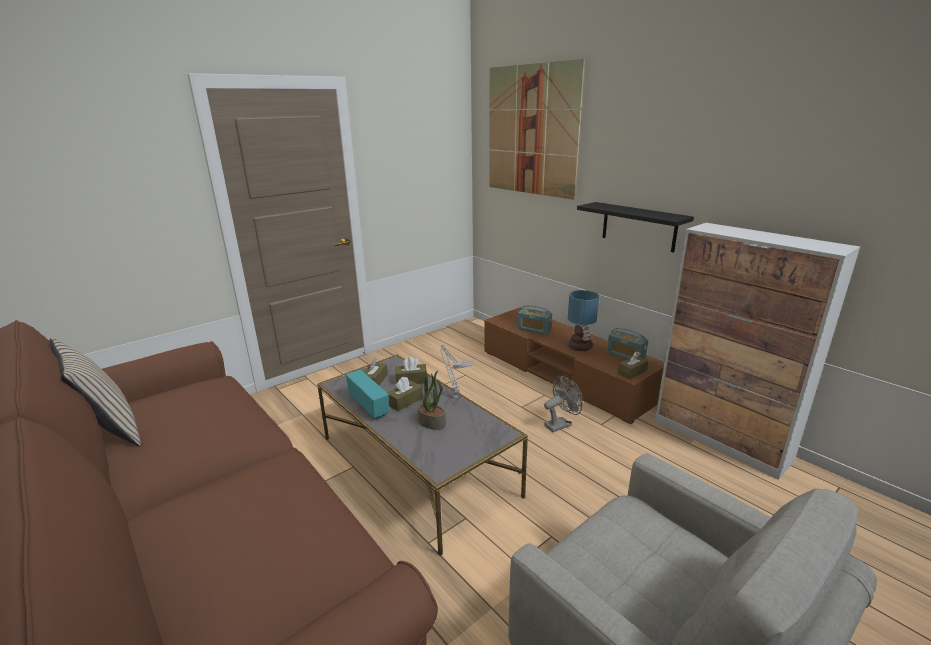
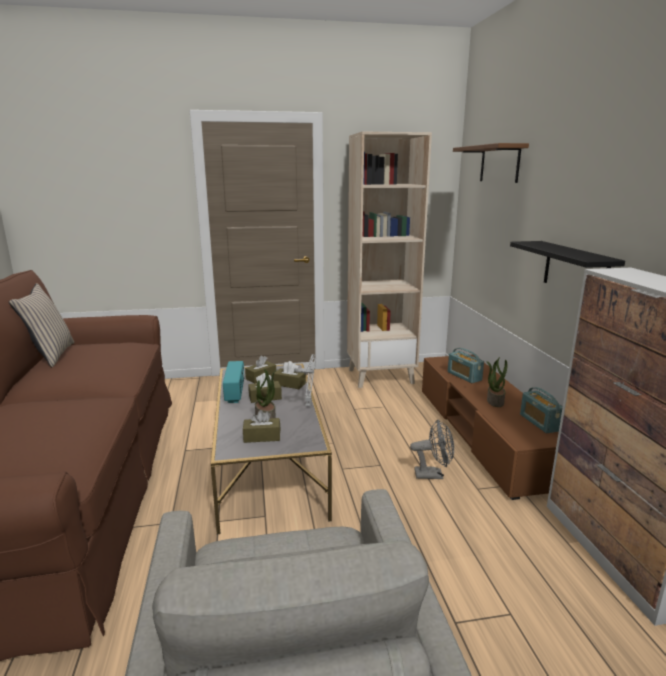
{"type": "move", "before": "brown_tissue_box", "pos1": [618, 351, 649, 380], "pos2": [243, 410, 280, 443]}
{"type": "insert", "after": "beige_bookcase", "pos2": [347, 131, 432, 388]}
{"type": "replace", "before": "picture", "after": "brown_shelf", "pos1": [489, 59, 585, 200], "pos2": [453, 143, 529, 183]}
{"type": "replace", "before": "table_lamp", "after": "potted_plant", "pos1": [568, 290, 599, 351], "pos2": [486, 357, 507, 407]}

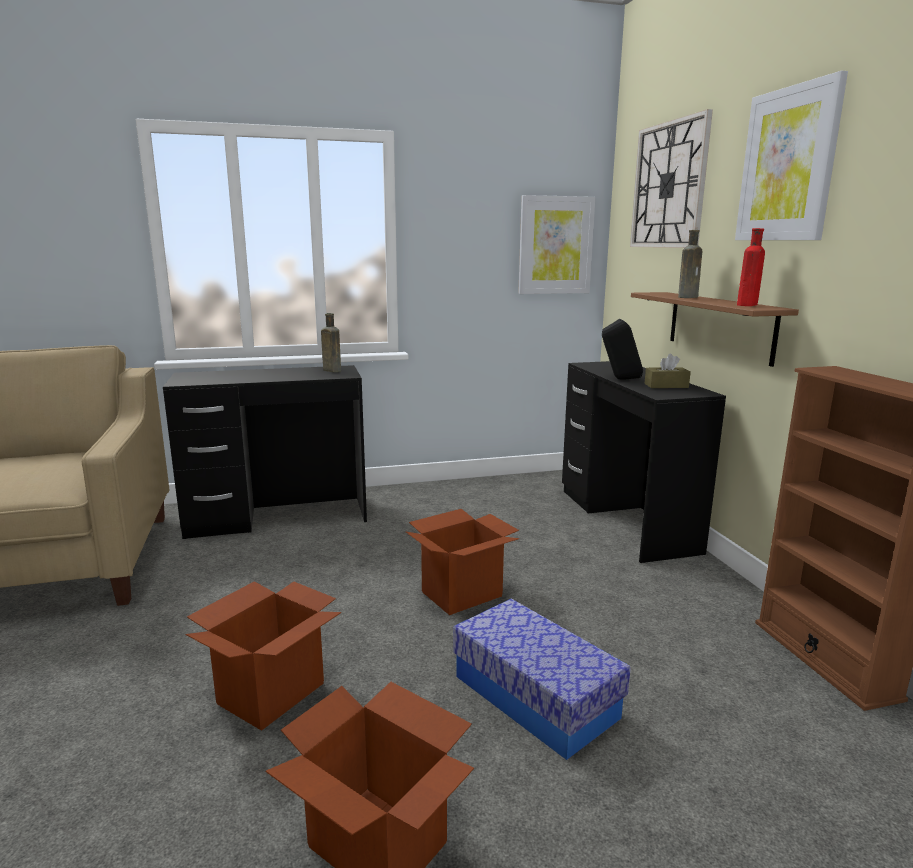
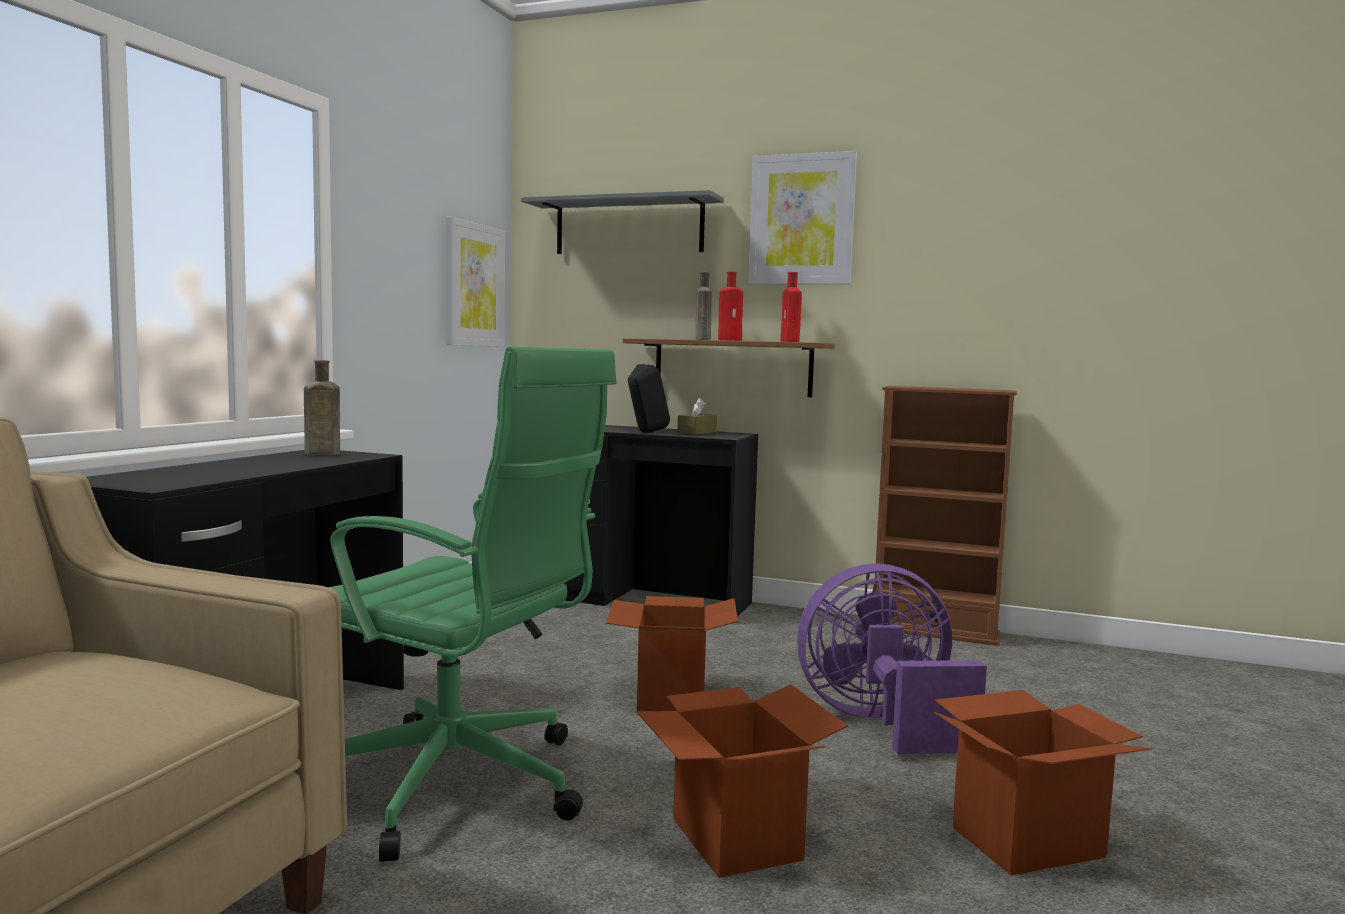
{"type": "insert", "after": "green_office_chair", "pos2": [329, 347, 617, 862]}
{"type": "replace", "before": "wall_clock", "after": "grey_shelf", "pos1": [630, 109, 713, 248], "pos2": [521, 190, 724, 254]}
{"type": "insert", "after": "red_bottle", "pos2": [718, 271, 743, 341]}
{"type": "replace", "before": "storage_box", "after": "purple_fan", "pos1": [453, 599, 631, 760], "pos2": [797, 563, 987, 754]}

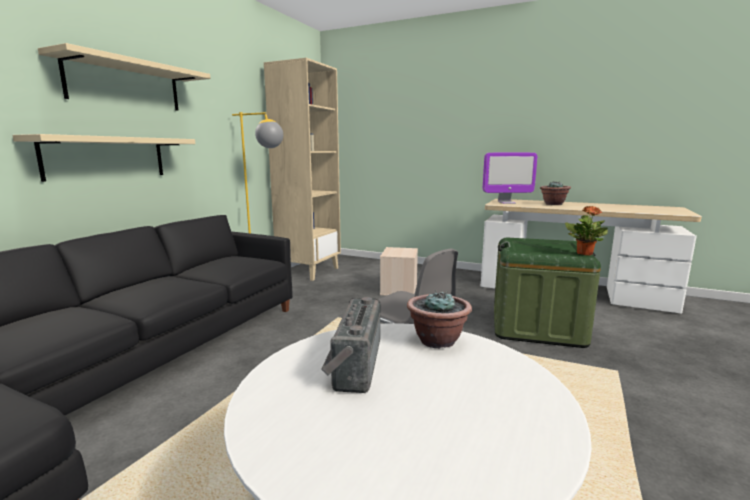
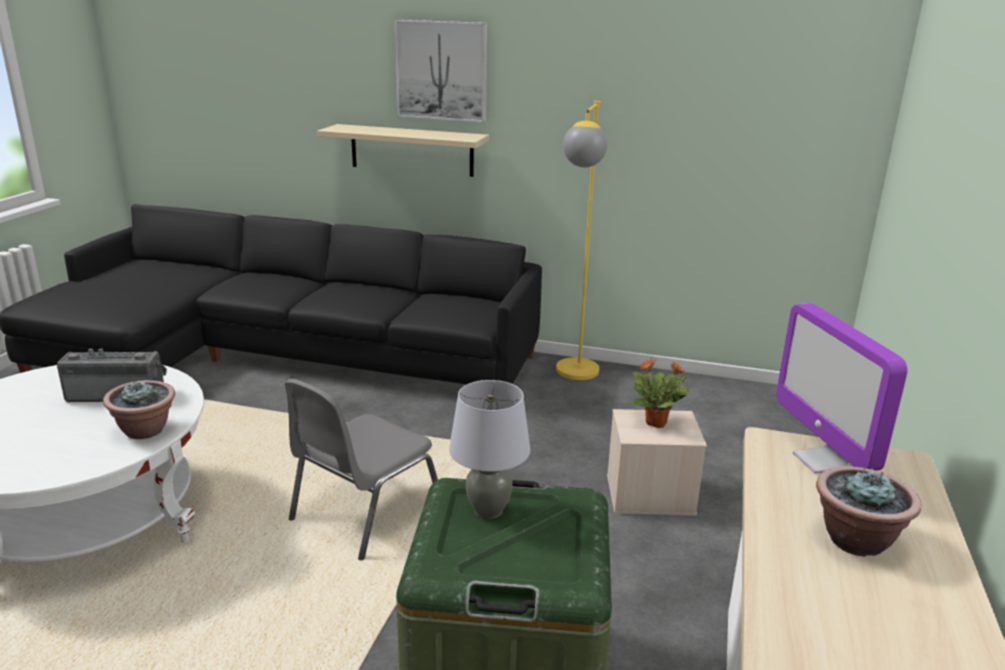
{"type": "replace", "before": "beige_shelf", "after": "picture", "pos1": [38, 43, 211, 111], "pos2": [394, 20, 487, 123]}
{"type": "insert", "after": "grey_table_lamp", "pos2": [449, 380, 530, 519]}
{"type": "move", "before": "potted_plant", "pos1": [565, 206, 608, 256], "pos2": [632, 358, 690, 428]}
{"type": "delete", "before": "beige_bookcase", "pos1": [264, 58, 341, 281]}

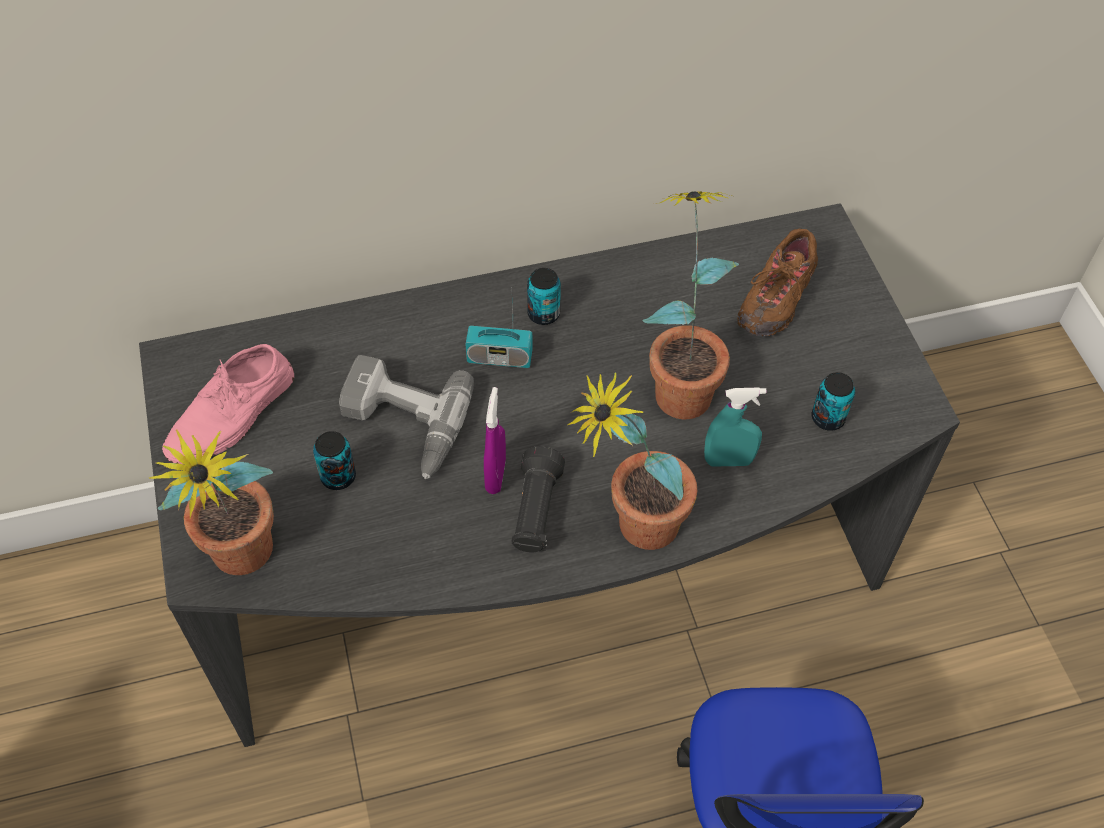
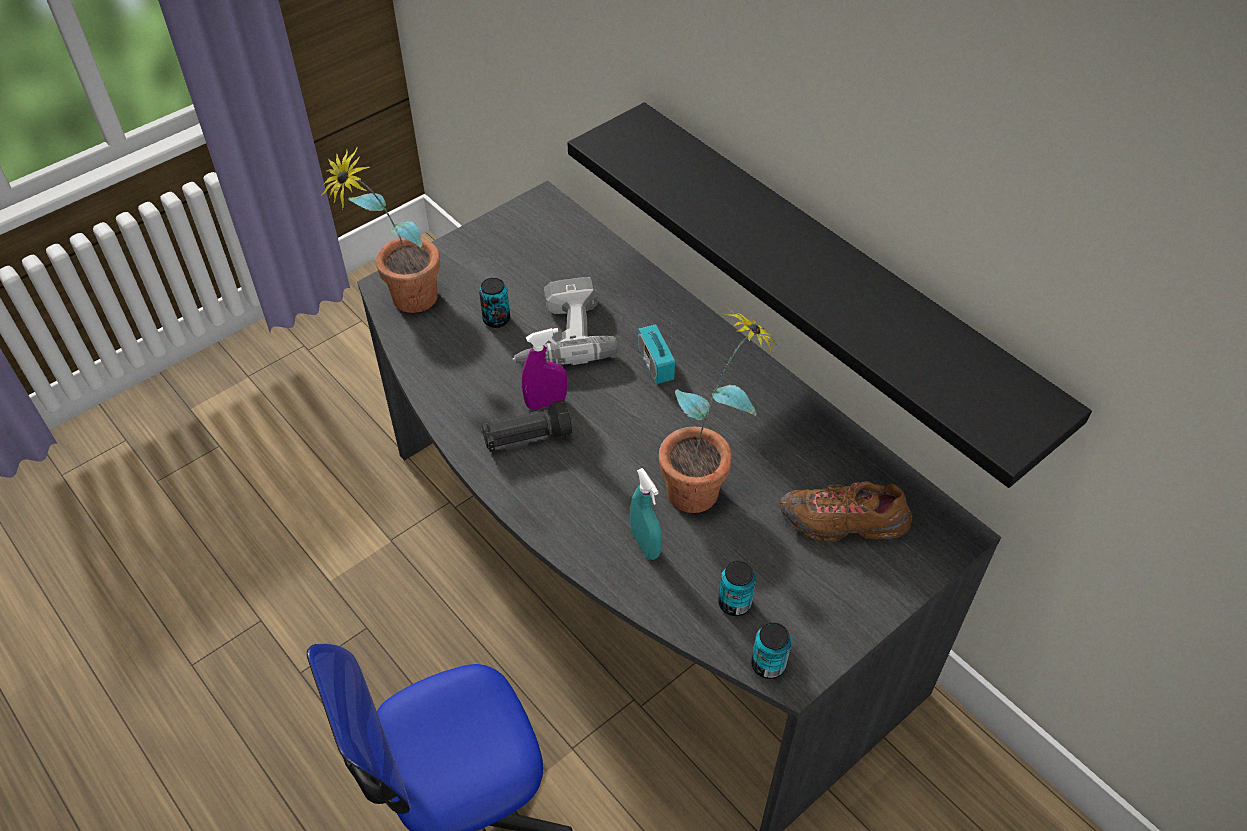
{"type": "insert", "after": "black_shelf", "pos2": [567, 102, 1092, 488]}
{"type": "move", "before": "can", "pos1": [527, 268, 561, 325], "pos2": [751, 623, 792, 679]}
{"type": "delete", "before": "pink_shoe", "pos1": [162, 344, 294, 464]}
{"type": "delete", "before": "potted_plant", "pos1": [567, 373, 697, 550]}

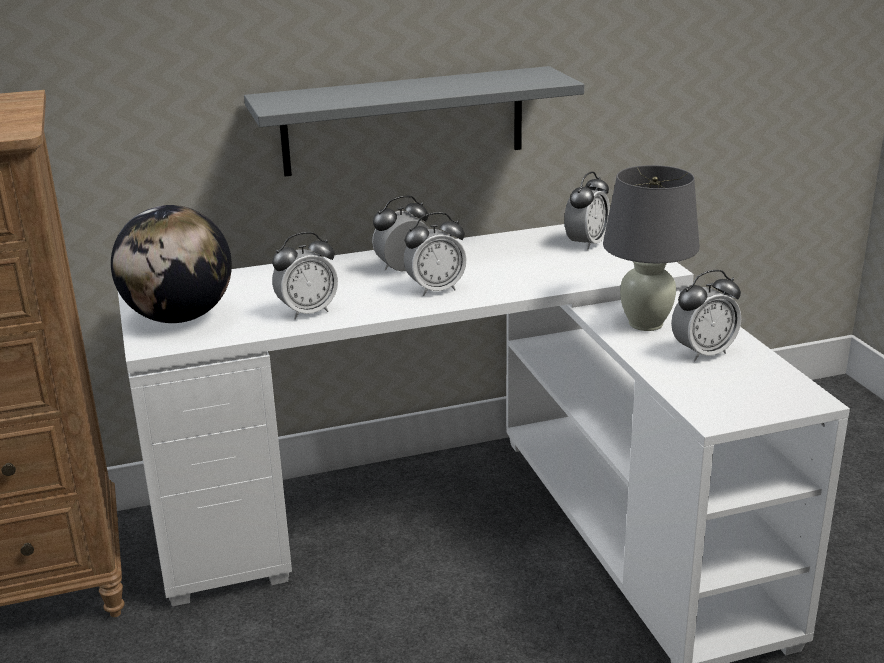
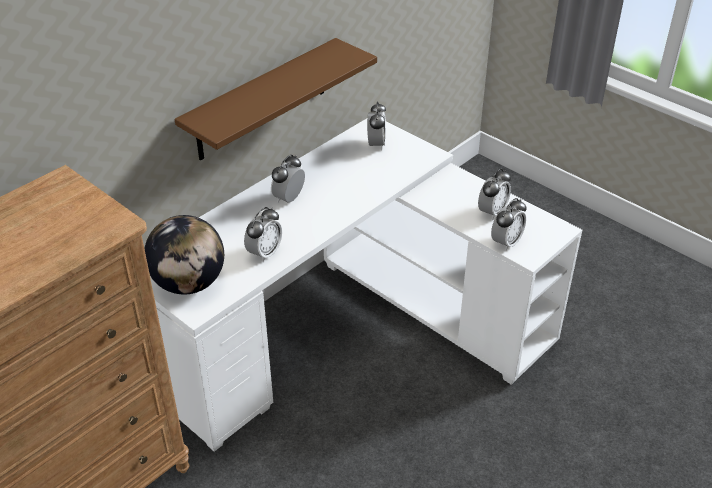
{"type": "recolor", "before": "grey_shelf", "after": "brown_shelf", "pos1": [244, 66, 584, 177], "pos2": [175, 38, 377, 160]}
{"type": "move", "before": "alarm_clock", "pos1": [404, 212, 466, 296], "pos2": [491, 198, 526, 251]}
{"type": "delete", "before": "grey_table_lamp", "pos1": [603, 165, 700, 331]}

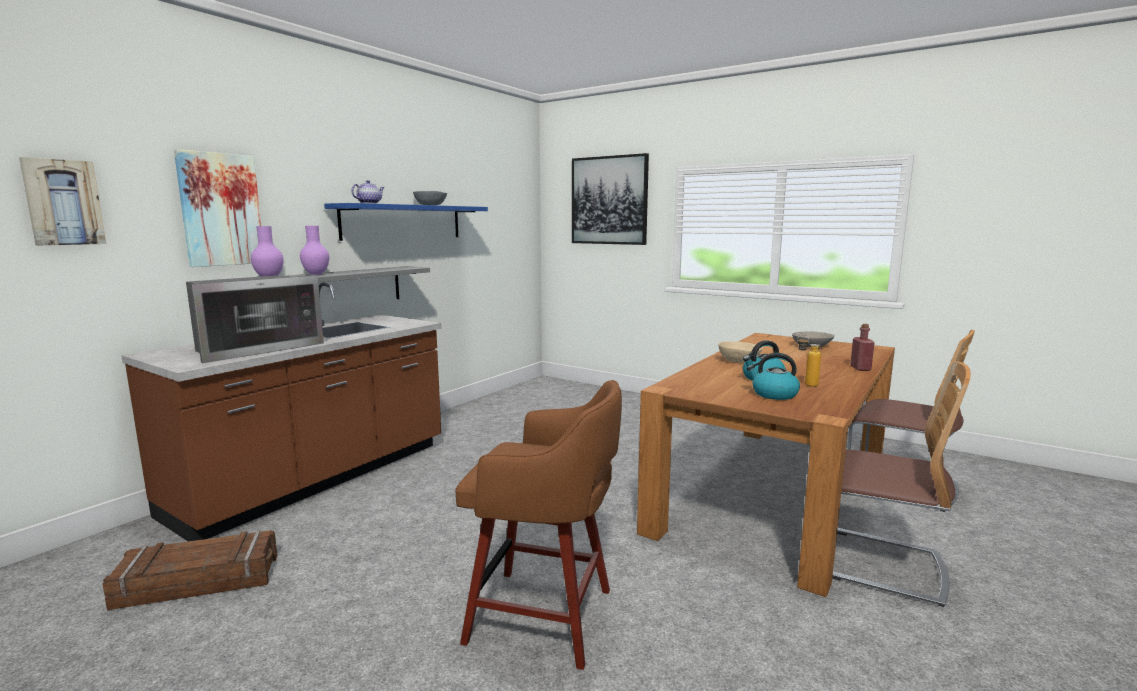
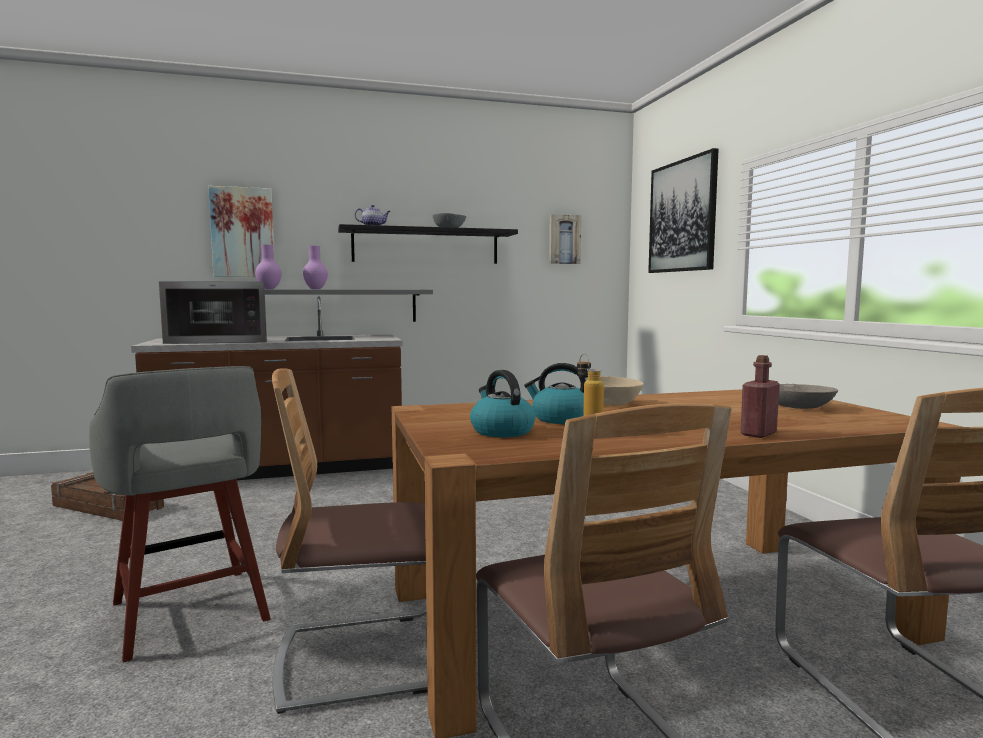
{"type": "recolor", "before": "brown_stool", "after": "grey_stool", "pos1": [455, 380, 622, 670], "pos2": [89, 366, 271, 662]}
{"type": "insert", "after": "chair", "pos2": [272, 368, 427, 714]}
{"type": "recolor", "before": "blue_shelf", "after": "black_shelf", "pos1": [324, 203, 488, 241], "pos2": [338, 224, 518, 264]}
{"type": "move", "before": "picture", "pos1": [19, 157, 106, 246], "pos2": [549, 214, 581, 264]}

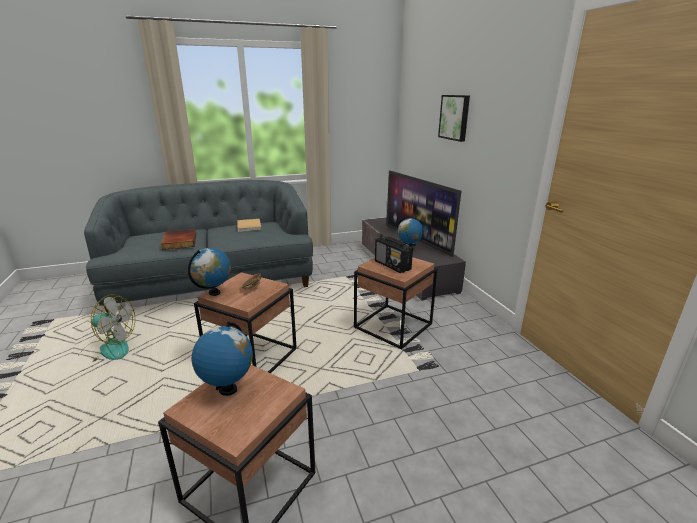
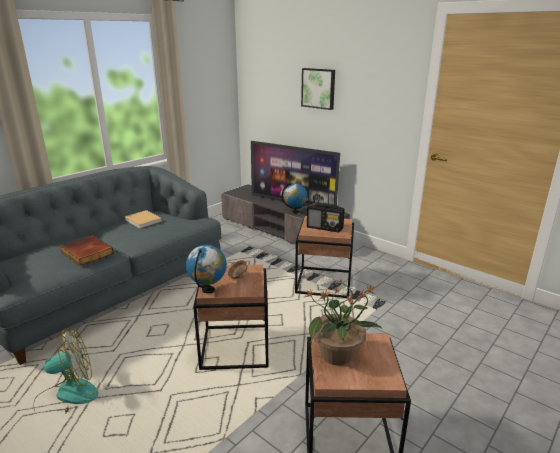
{"type": "replace", "before": "globe", "after": "potted_plant", "pos1": [191, 322, 253, 396], "pos2": [305, 278, 382, 365]}

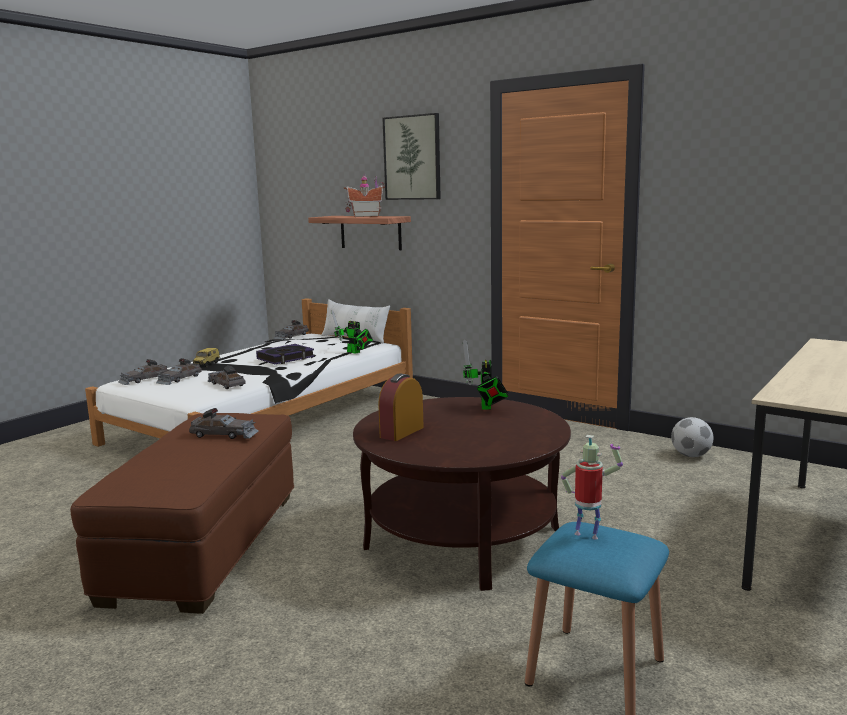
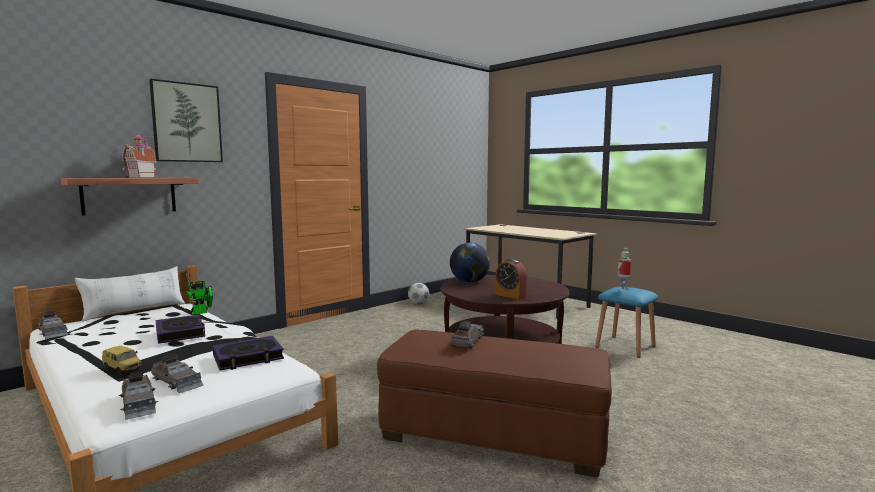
{"type": "replace", "before": "grey_toy_car", "after": "book", "pos1": [208, 366, 246, 389], "pos2": [213, 336, 284, 370]}
{"type": "replace", "before": "toy_robot", "after": "globe", "pos1": [462, 339, 508, 410], "pos2": [450, 243, 490, 283]}

